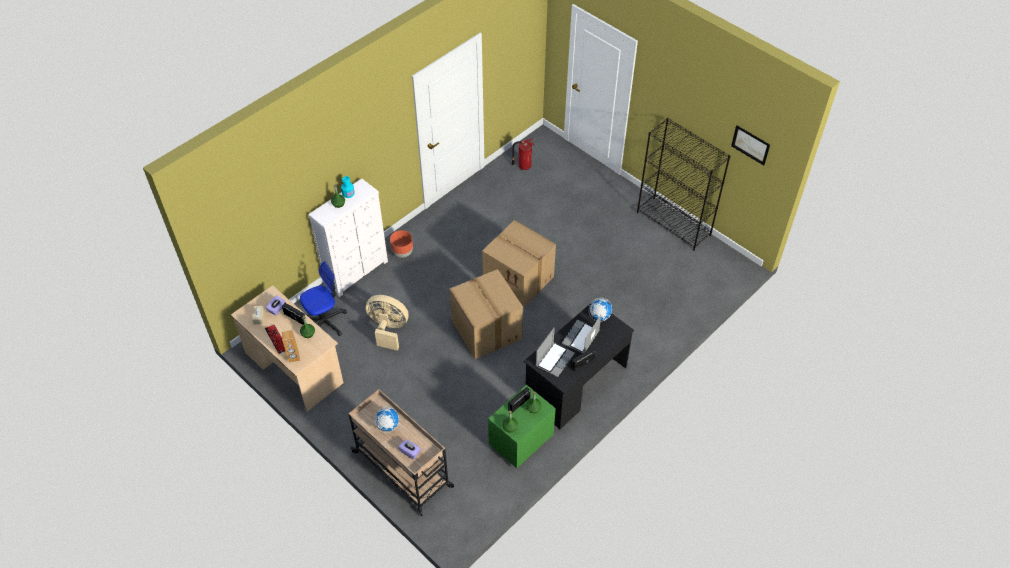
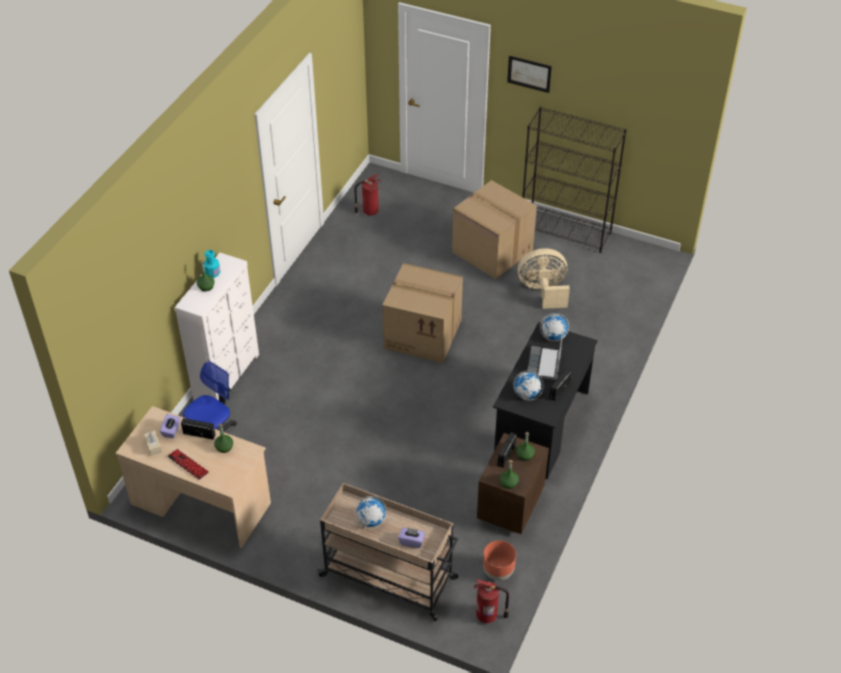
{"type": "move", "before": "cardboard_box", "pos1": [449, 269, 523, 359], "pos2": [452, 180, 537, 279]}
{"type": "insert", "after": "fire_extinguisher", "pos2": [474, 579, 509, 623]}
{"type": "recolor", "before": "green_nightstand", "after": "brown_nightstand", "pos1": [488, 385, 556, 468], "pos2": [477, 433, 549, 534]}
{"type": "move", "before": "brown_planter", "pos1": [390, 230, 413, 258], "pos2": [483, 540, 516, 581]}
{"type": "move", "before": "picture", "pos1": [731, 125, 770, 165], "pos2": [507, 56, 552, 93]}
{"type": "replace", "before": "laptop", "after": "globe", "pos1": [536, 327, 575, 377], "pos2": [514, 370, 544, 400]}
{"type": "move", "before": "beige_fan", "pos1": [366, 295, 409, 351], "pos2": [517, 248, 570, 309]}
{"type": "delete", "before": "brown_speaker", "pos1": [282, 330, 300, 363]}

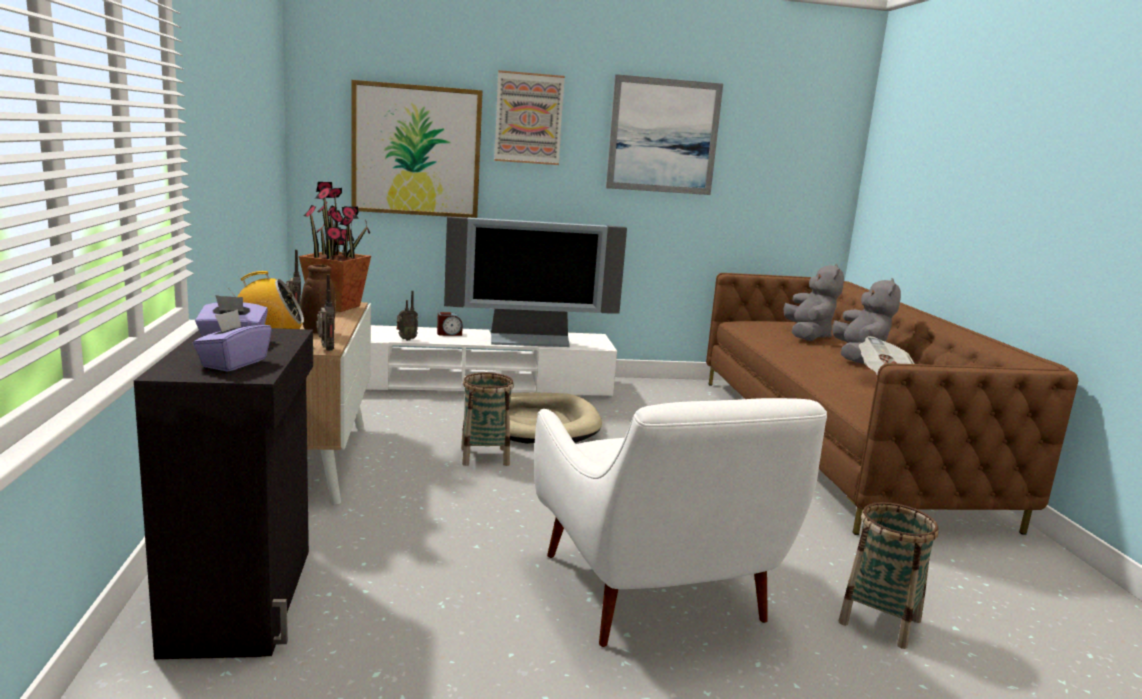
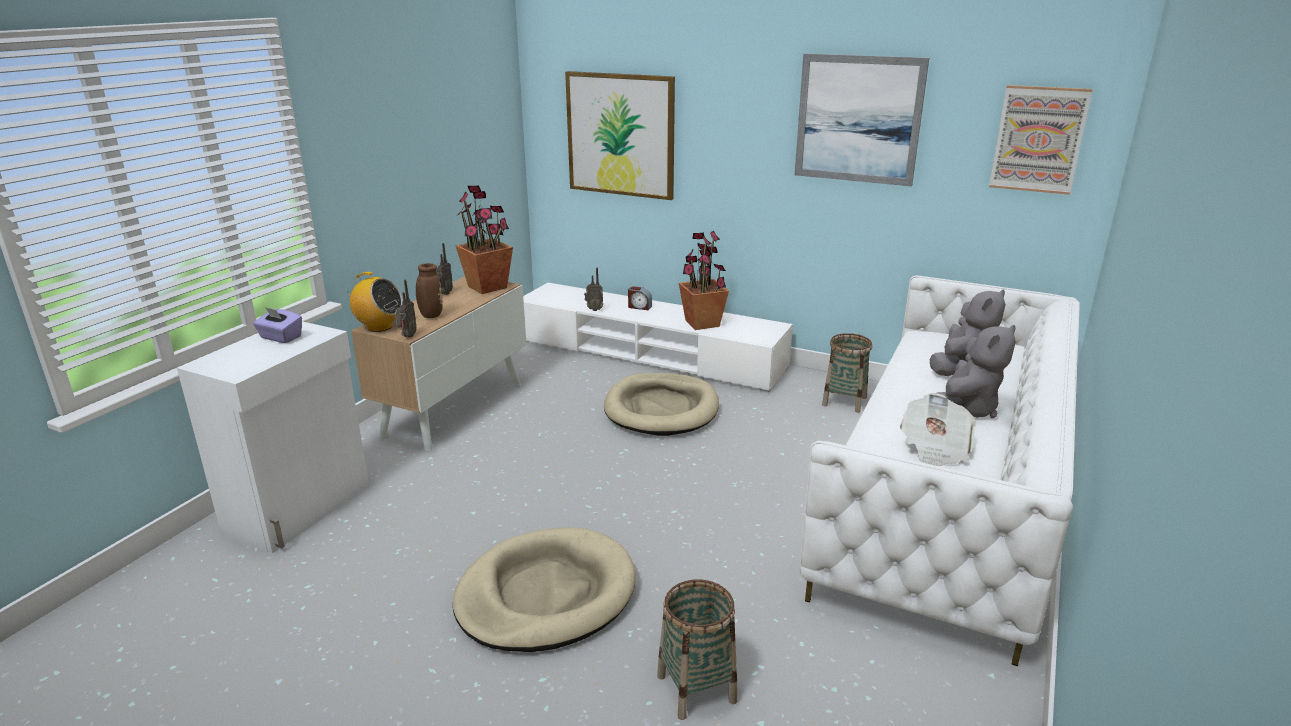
{"type": "recolor", "before": "black_cabinet", "after": "white_cabinet", "pos1": [134, 328, 313, 659], "pos2": [177, 321, 369, 553]}
{"type": "replace", "before": "white_armchair", "after": "beige_dog_bed", "pos1": [534, 398, 827, 647], "pos2": [453, 527, 636, 652]}
{"type": "replace", "before": "television", "after": "potted_plant", "pos1": [444, 217, 627, 347], "pos2": [679, 231, 729, 330]}
{"type": "recolor", "before": "brown_sofa", "after": "white_sofa", "pos1": [706, 273, 1079, 535], "pos2": [799, 275, 1080, 666]}
{"type": "move", "before": "basket", "pos1": [461, 372, 514, 466], "pos2": [822, 333, 872, 413]}
{"type": "move", "before": "picture", "pos1": [494, 70, 565, 165], "pos2": [989, 85, 1093, 195]}
{"type": "delete", "before": "purple_tissue_box", "pos1": [193, 309, 272, 372]}

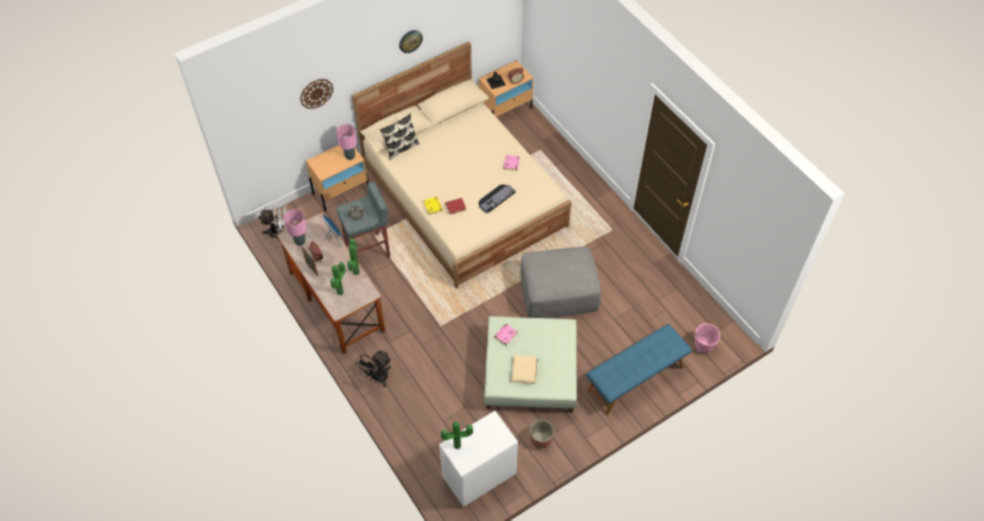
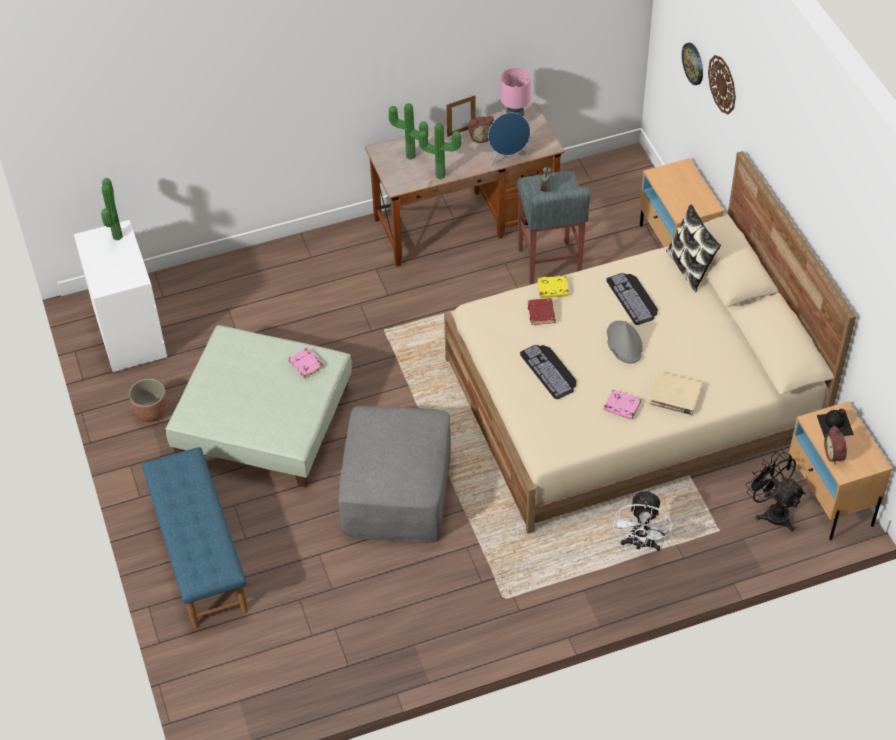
{"type": "insert", "after": "keyboard", "pos2": [606, 273, 658, 325]}
{"type": "insert", "after": "grey_hat", "pos2": [607, 320, 643, 363]}
{"type": "move", "before": "white_fan", "pos1": [259, 201, 287, 241], "pos2": [613, 489, 672, 551]}
{"type": "move", "before": "beige_book", "pos1": [512, 355, 538, 384], "pos2": [648, 372, 702, 415]}
{"type": "move", "before": "wall_clock", "pos1": [399, 30, 423, 53], "pos2": [682, 43, 703, 85]}
{"type": "move", "before": "black_fan", "pos1": [356, 350, 391, 387], "pos2": [746, 452, 805, 532]}
{"type": "delete", "before": "pink_table_lamp", "pos1": [336, 124, 357, 160]}
{"type": "delete", "before": "pink_planter", "pos1": [695, 323, 720, 353]}

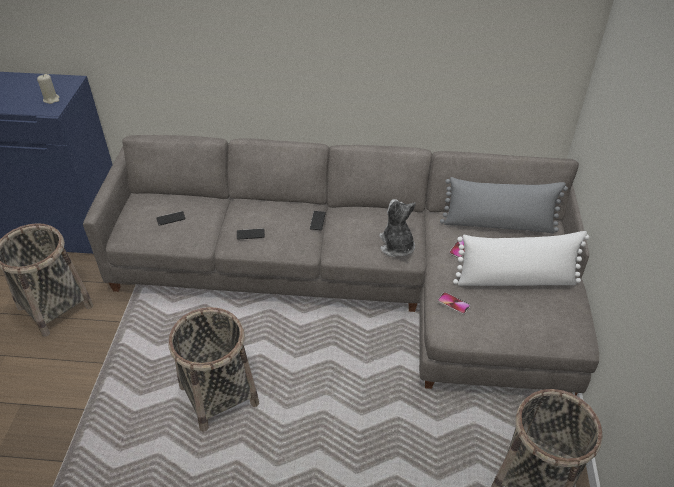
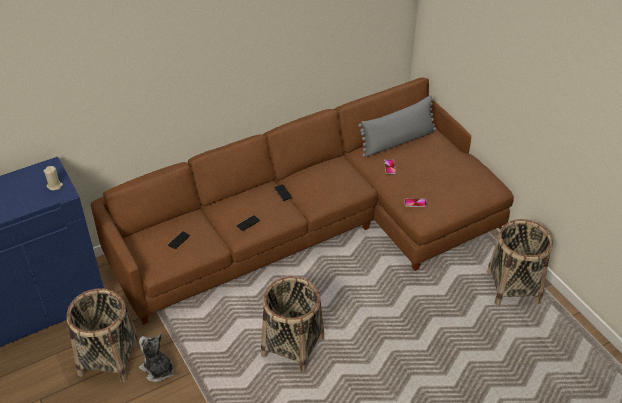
{"type": "recolor", "before": "grey_sofa", "after": "brown_sofa", "pos1": [83, 135, 599, 395], "pos2": [91, 78, 514, 325]}
{"type": "move", "before": "plush_toy", "pos1": [379, 199, 416, 257], "pos2": [139, 333, 174, 382]}
{"type": "delete", "before": "white_pillow", "pos1": [453, 231, 589, 286]}

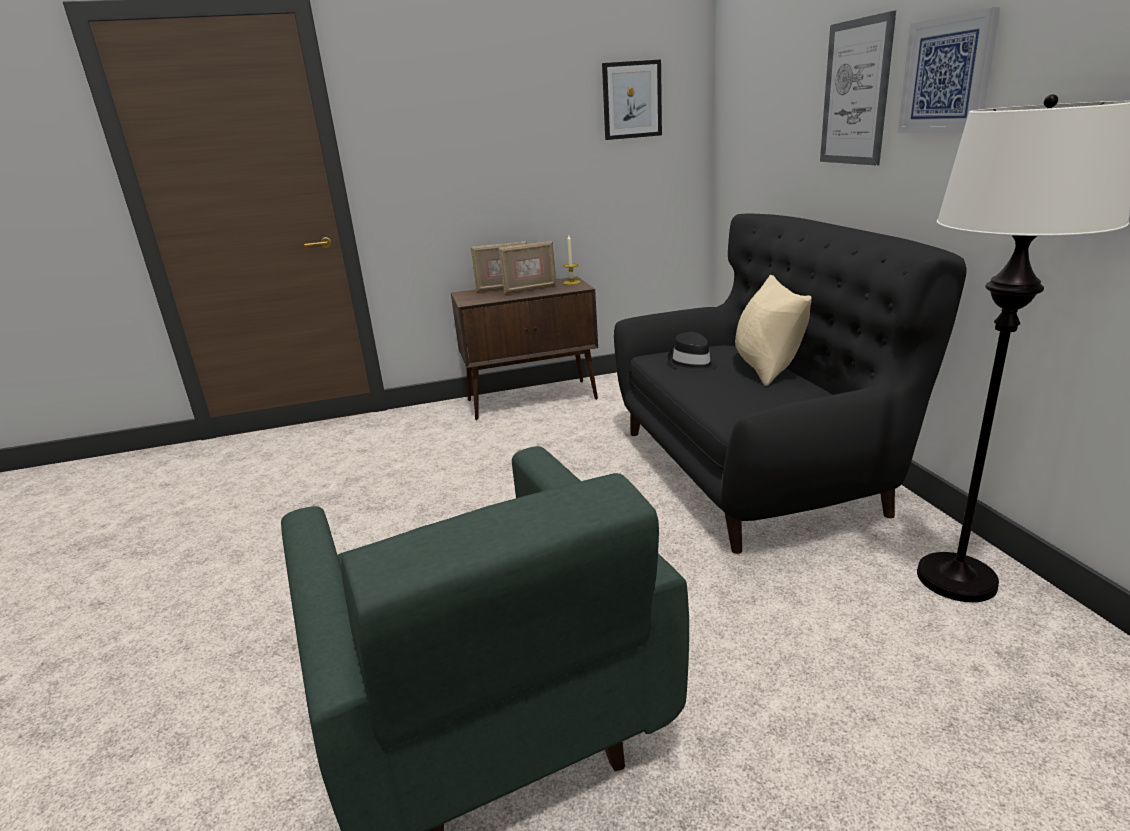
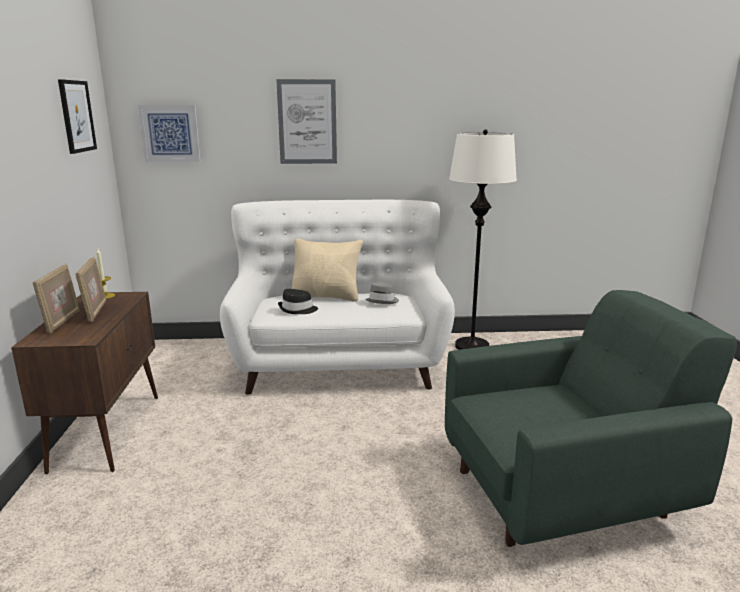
{"type": "move", "before": "picture", "pos1": [897, 7, 1001, 133], "pos2": [138, 105, 201, 162]}
{"type": "recolor", "before": "black_sofa", "after": "white_sofa", "pos1": [614, 214, 967, 554], "pos2": [220, 200, 455, 394]}
{"type": "insert", "after": "grey_hat", "pos2": [366, 282, 399, 304]}

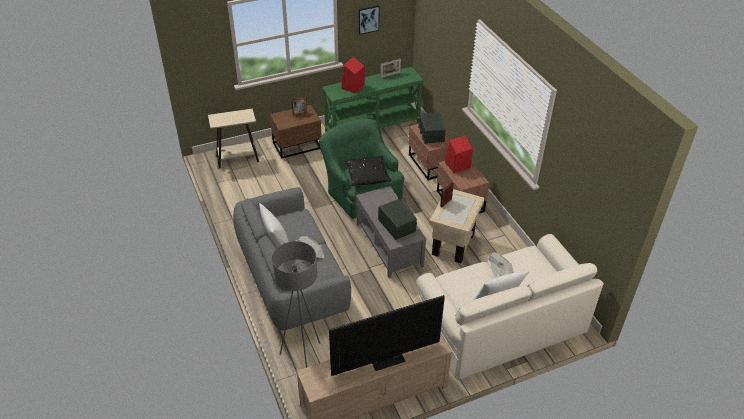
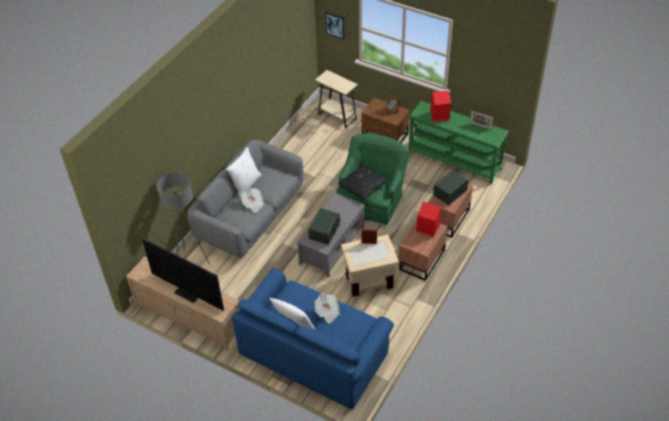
{"type": "recolor", "before": "beige_sofa", "after": "blue_sofa", "pos1": [416, 234, 604, 380], "pos2": [232, 268, 394, 409]}
{"type": "move", "before": "picture", "pos1": [359, 5, 380, 35], "pos2": [325, 12, 344, 39]}

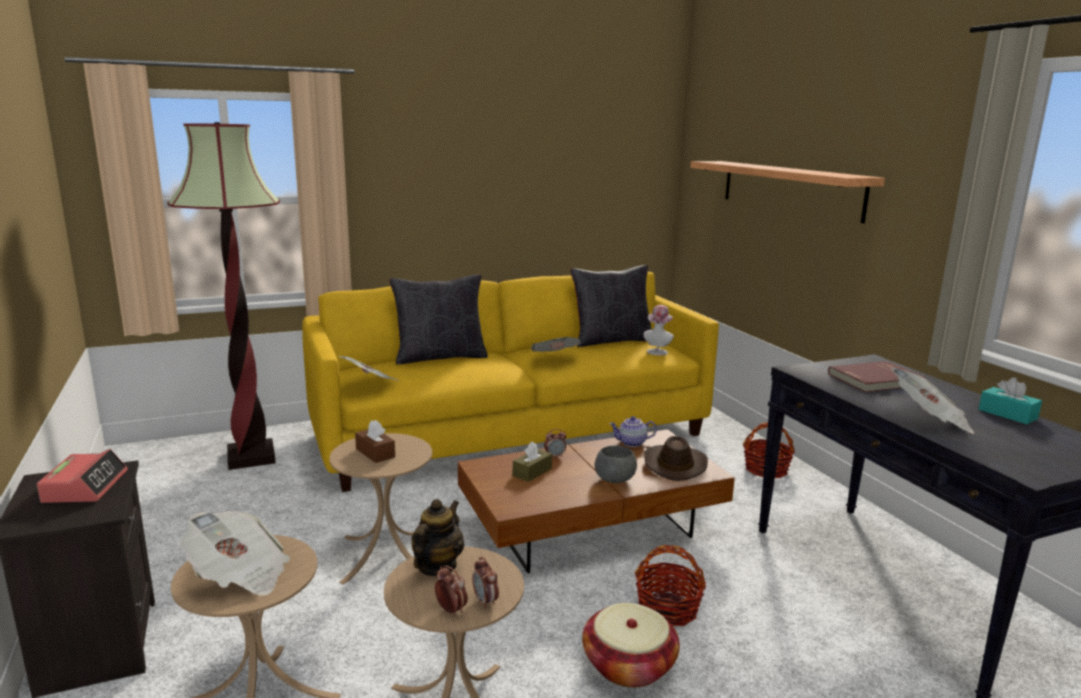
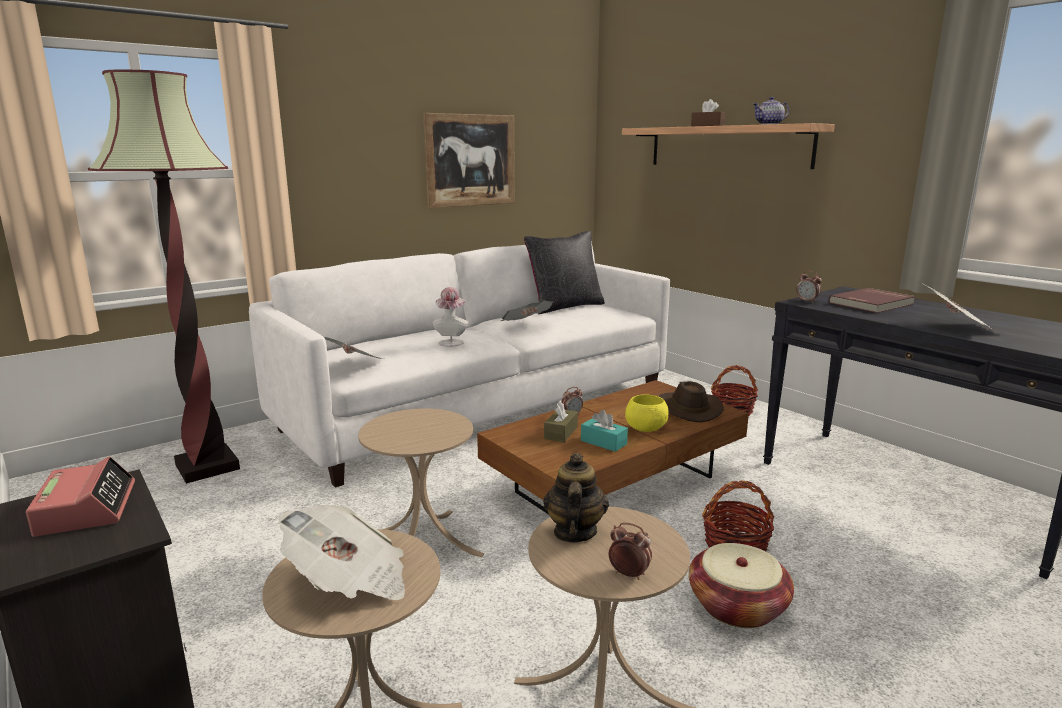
{"type": "recolor", "before": "yellow_sofa", "after": "white_sofa", "pos1": [302, 272, 719, 492], "pos2": [249, 241, 670, 488]}
{"type": "insert", "after": "picture", "pos2": [423, 113, 515, 208]}
{"type": "move", "before": "hat", "pos1": [643, 305, 674, 355], "pos2": [433, 287, 468, 347]}
{"type": "move", "before": "turquoise_tissue_box", "pos1": [979, 377, 1042, 424], "pos2": [581, 410, 628, 452]}
{"type": "recolor", "before": "grey_bowl", "after": "yellow_bowl", "pos1": [595, 446, 637, 483], "pos2": [625, 394, 669, 432]}
{"type": "move", "before": "brown_tissue_box", "pos1": [355, 420, 395, 463], "pos2": [691, 99, 726, 126]}
{"type": "move", "before": "teapot", "pos1": [609, 416, 657, 447], "pos2": [753, 97, 789, 125]}
{"type": "move", "before": "alarm_clock", "pos1": [472, 557, 499, 609], "pos2": [796, 271, 822, 303]}
{"type": "delete", "before": "black_pillow", "pos1": [390, 275, 488, 365]}

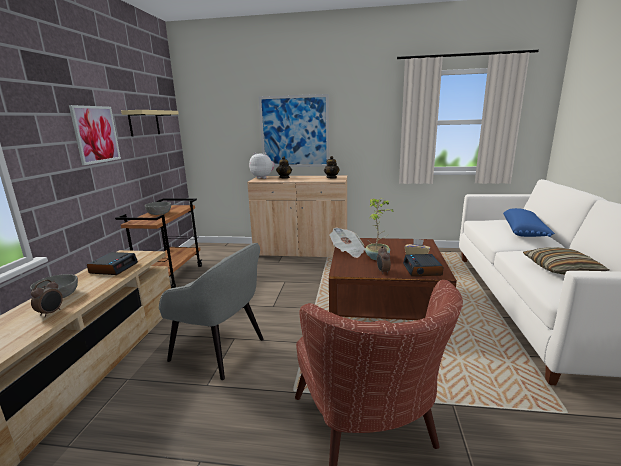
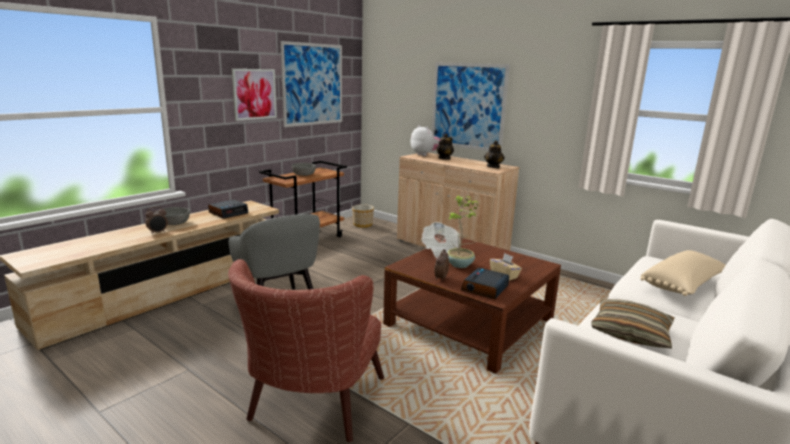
{"type": "replace", "before": "beige_shelf", "after": "picture", "pos1": [121, 110, 179, 137], "pos2": [280, 41, 342, 127]}
{"type": "insert", "after": "planter", "pos2": [352, 204, 374, 228]}
{"type": "recolor", "before": "blue_pillow", "after": "beige_pillow", "pos1": [503, 208, 555, 237], "pos2": [640, 250, 726, 296]}

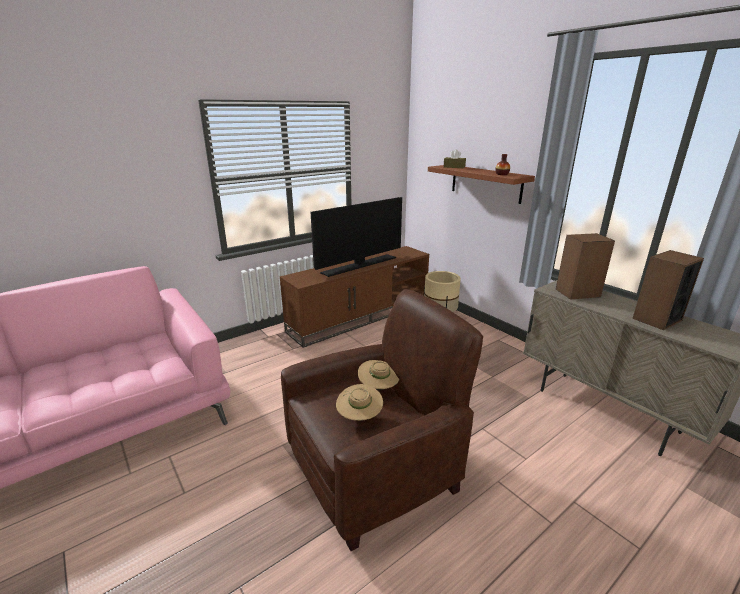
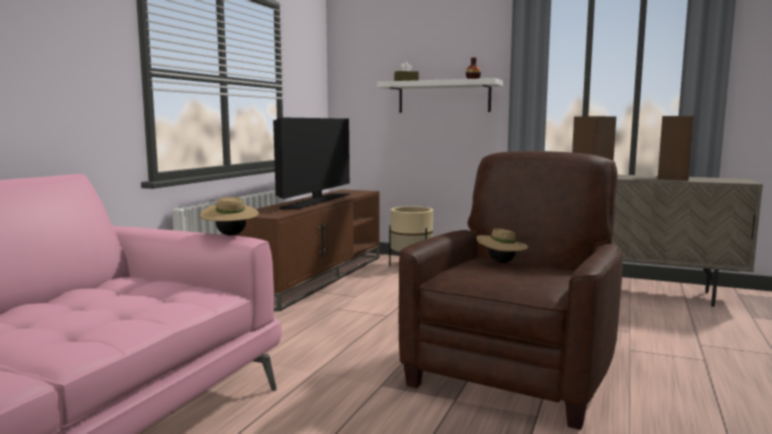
{"type": "move", "before": "beige_hat", "pos1": [336, 384, 383, 421], "pos2": [200, 197, 259, 235]}
{"type": "recolor", "before": "brown_shelf", "after": "white_shelf", "pos1": [428, 165, 535, 204], "pos2": [377, 78, 503, 113]}

